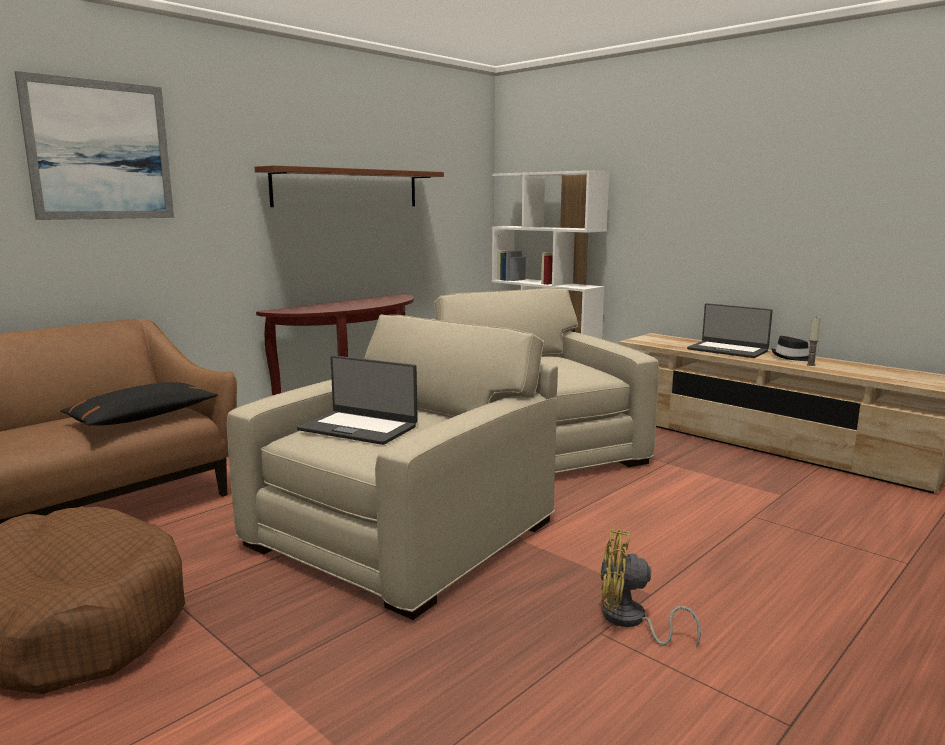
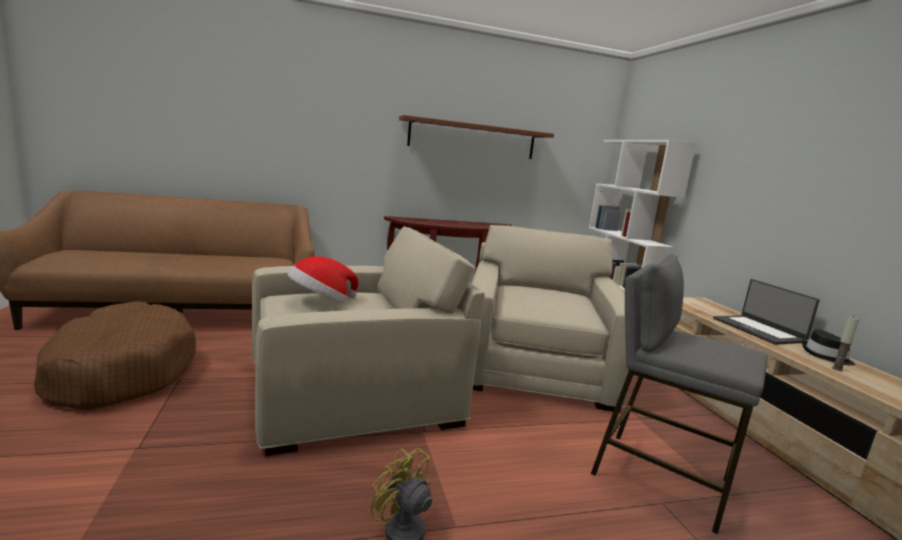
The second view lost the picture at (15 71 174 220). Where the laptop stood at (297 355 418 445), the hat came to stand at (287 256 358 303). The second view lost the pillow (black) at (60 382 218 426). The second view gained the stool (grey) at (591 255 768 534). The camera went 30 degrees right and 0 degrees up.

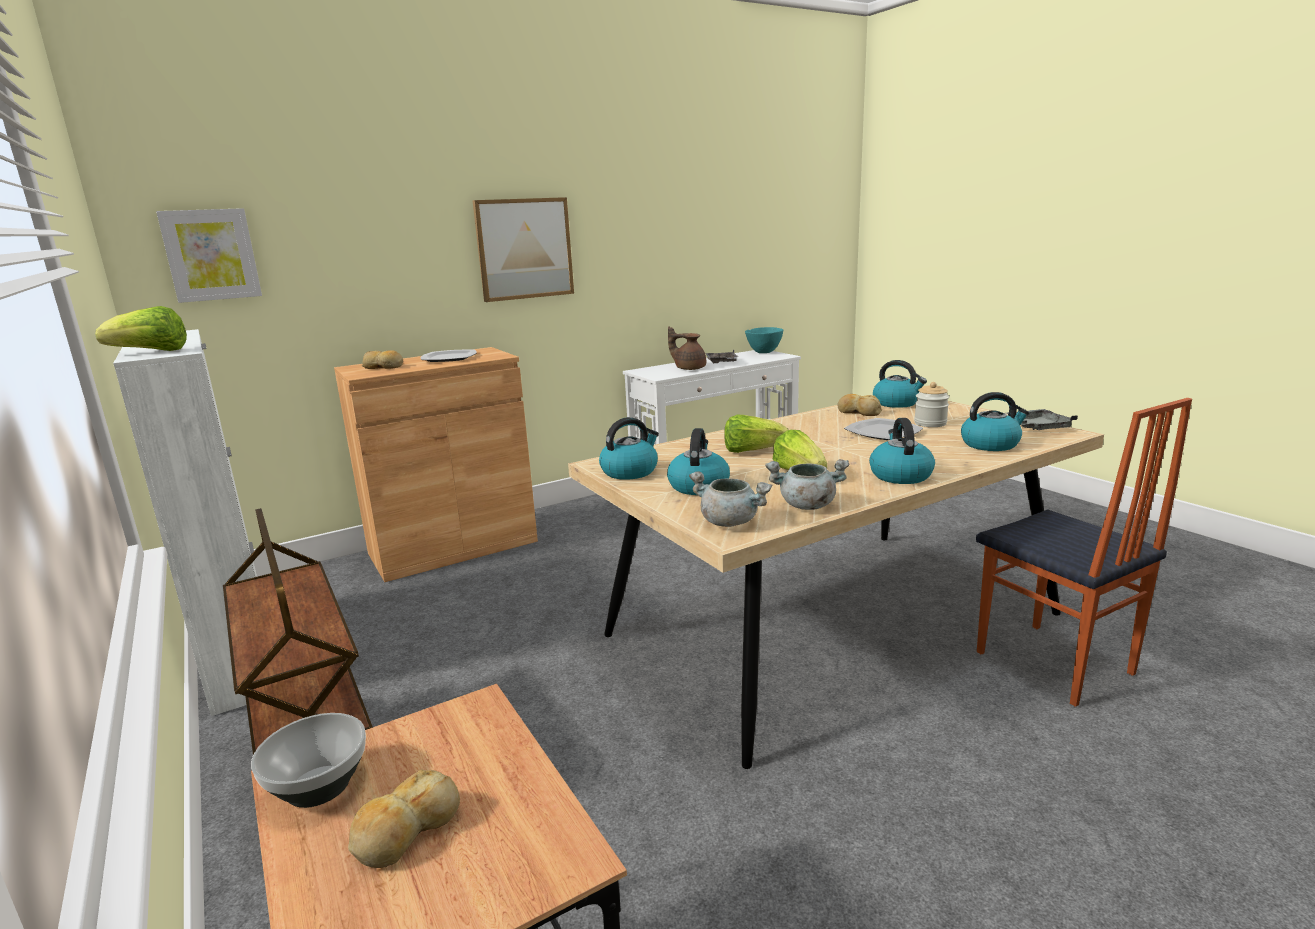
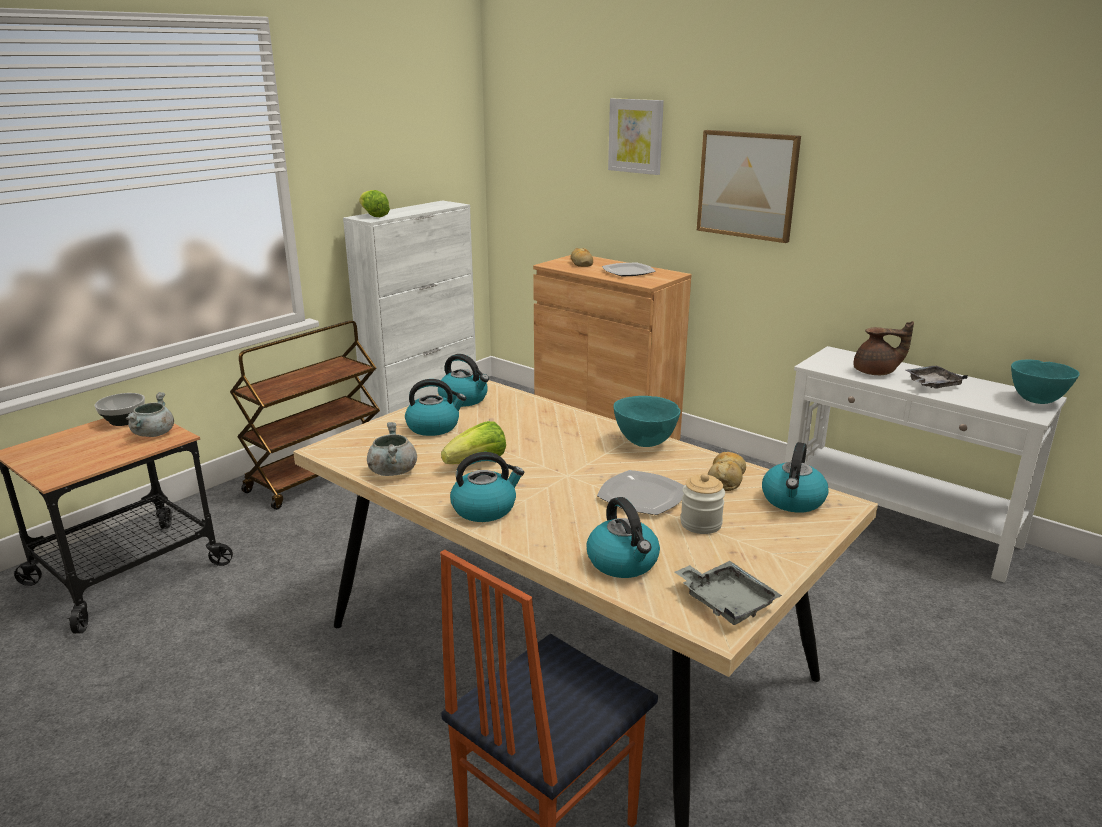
The picture ended up elsewhere, having gone from (156 208 262 303) to (608 98 664 175). The teapot (brown) at (668 326 706 370) ended up facing another way, 90 degrees clockwise from before. The second view lost the lettuce at (724 415 789 453). The cooking pot (grey) ended up elsewhere, having gone from (689 471 772 527) to (125 392 174 437). The second view lost the bread at (348 769 460 868). The second view gained the bowl (turquoise) at (613 396 681 447). The camera went 70 degrees right and 5 degrees up.

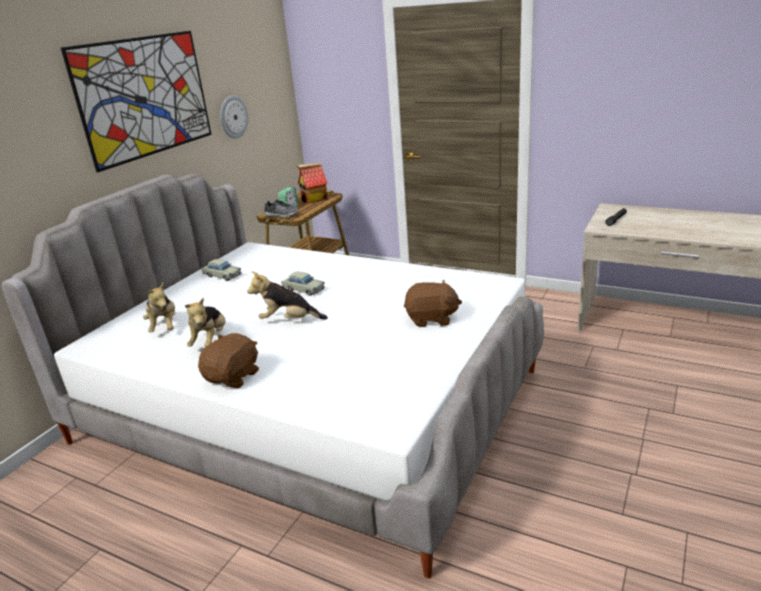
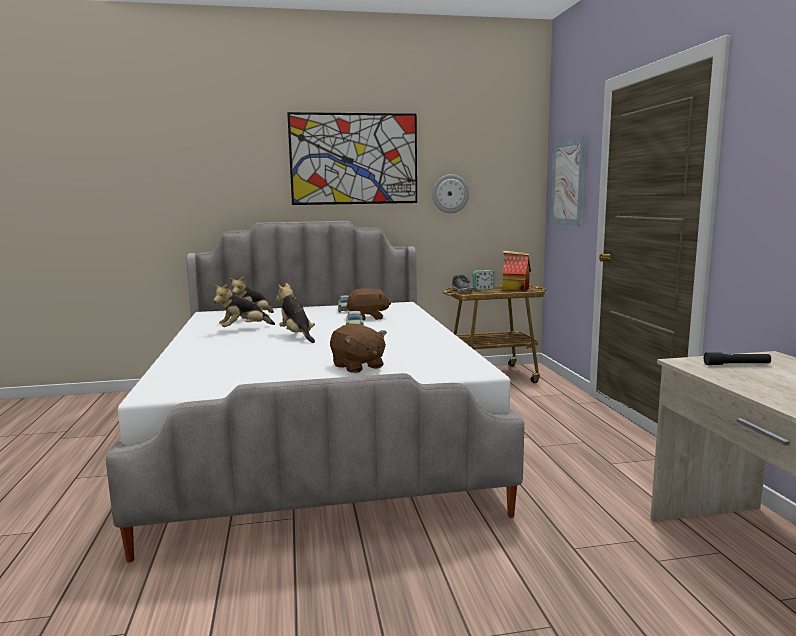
The plush toy (brown) ended up elsewhere, having gone from (198 333 259 388) to (346 288 391 320). The second view gained the picture at (551 137 586 226). The camera went 50 degrees right and 15 degrees down.

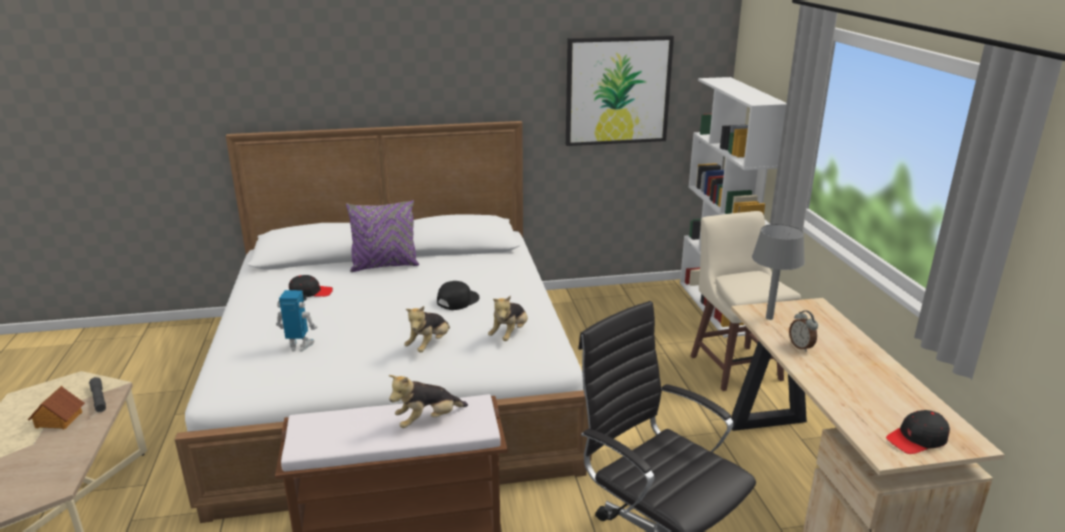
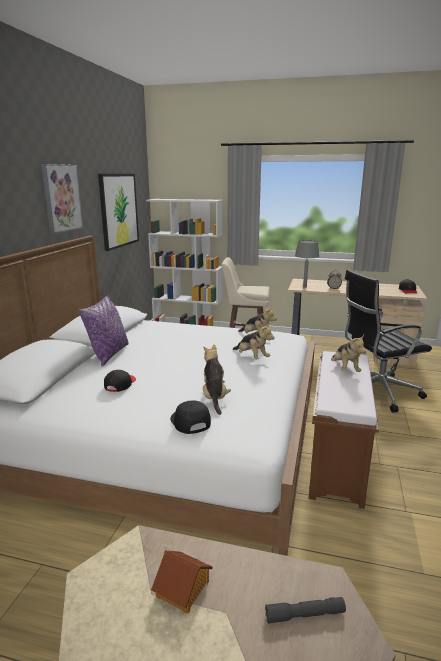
The cap (black) ended up elsewhere, having gone from (437 281 480 310) to (170 400 211 434). Where the toy robot stood at (276 290 318 352), the plush toy came to stand at (203 345 231 415). The flashlight (grey) ended up elsewhere, having gone from (89 377 106 412) to (265 597 346 624). The second view gained the picture at (41 164 83 234). The camera went 65 degrees left and 5 degrees down.

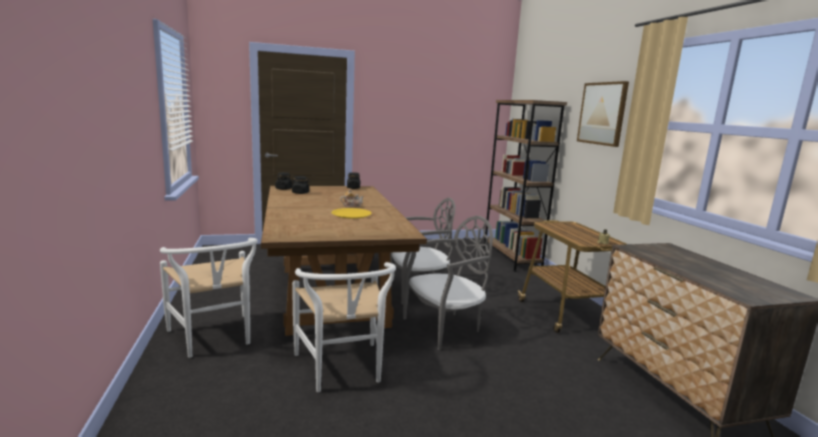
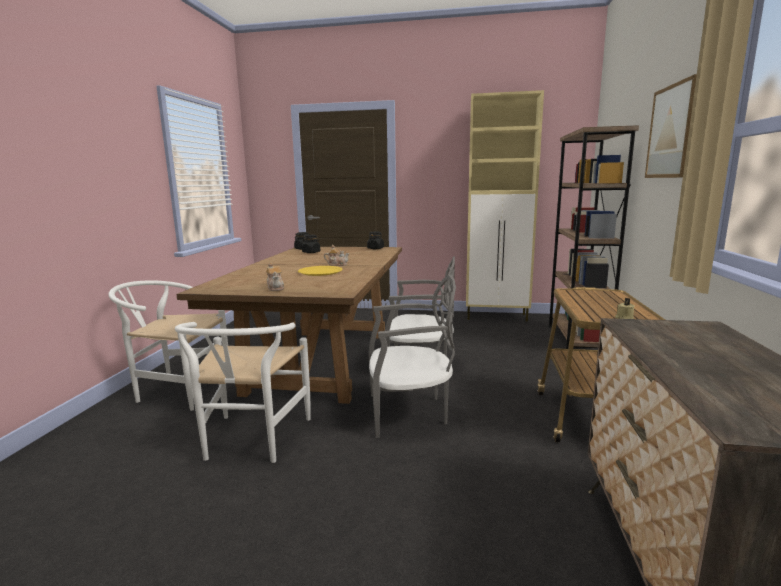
The chair (white) at (160 238 258 358) ended up facing another way, 105 degrees clockwise from before. The second view gained the cabinet (beige) at (466 90 544 322). The second view gained the teapot at (266 262 285 291). The camera went 25 degrees right and 0 degrees up.

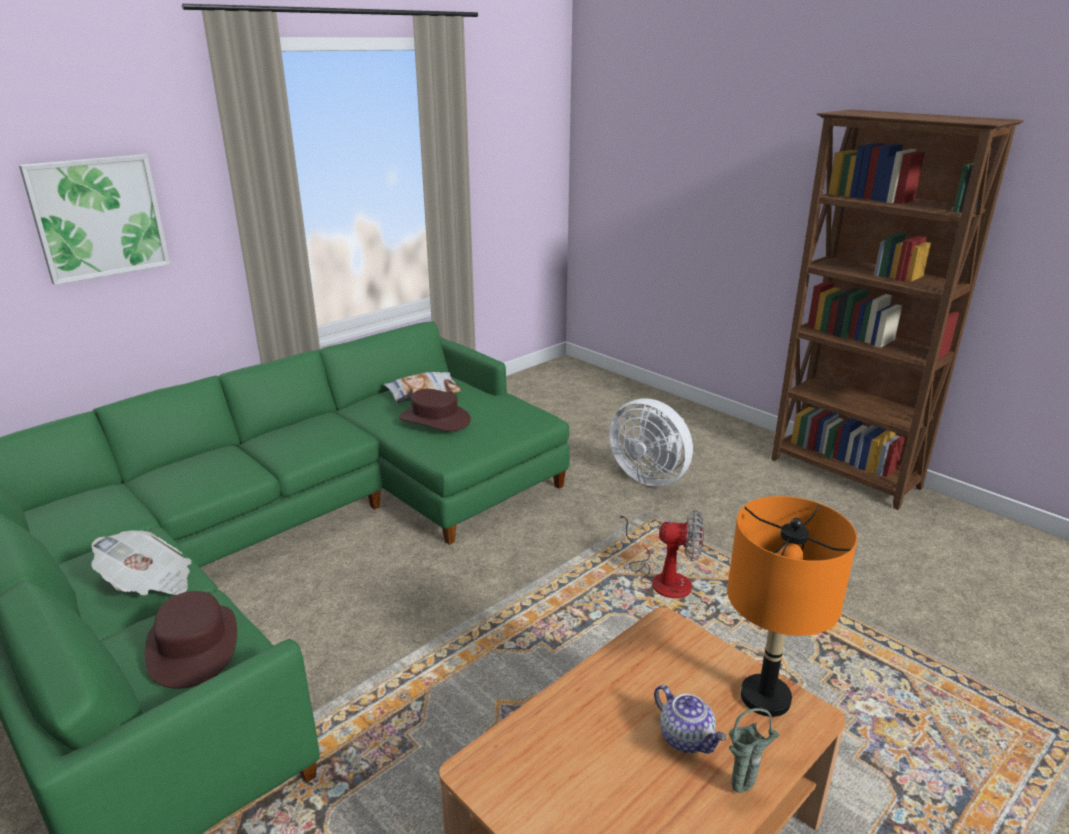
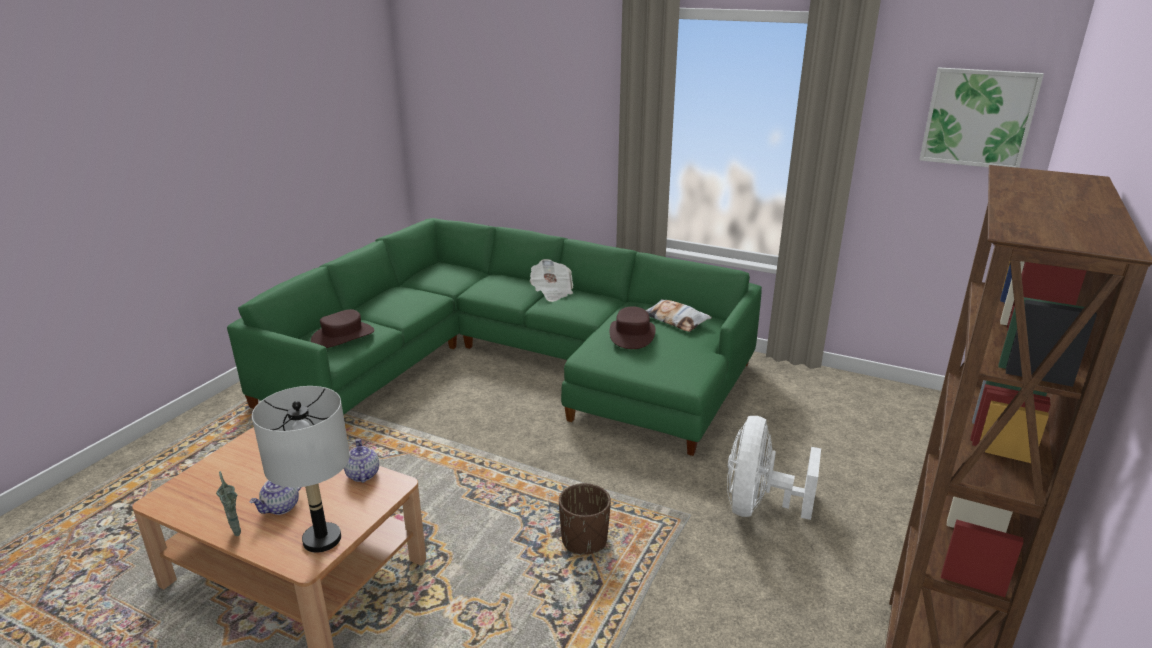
The picture ended up elsewhere, having gone from (19 154 170 285) to (919 67 1044 168). What was the table lamp (orange) at (727 496 857 717) turned into the table lamp (grey) at (252 386 350 553). Where the fan stood at (619 509 704 598), the planter (brown) came to stand at (559 483 611 555). The newspaper ended up elsewhere, having gone from (91 530 191 596) to (530 259 573 302). The second view gained the teapot at (344 439 379 483). The camera went 70 degrees right and 0 degrees up.

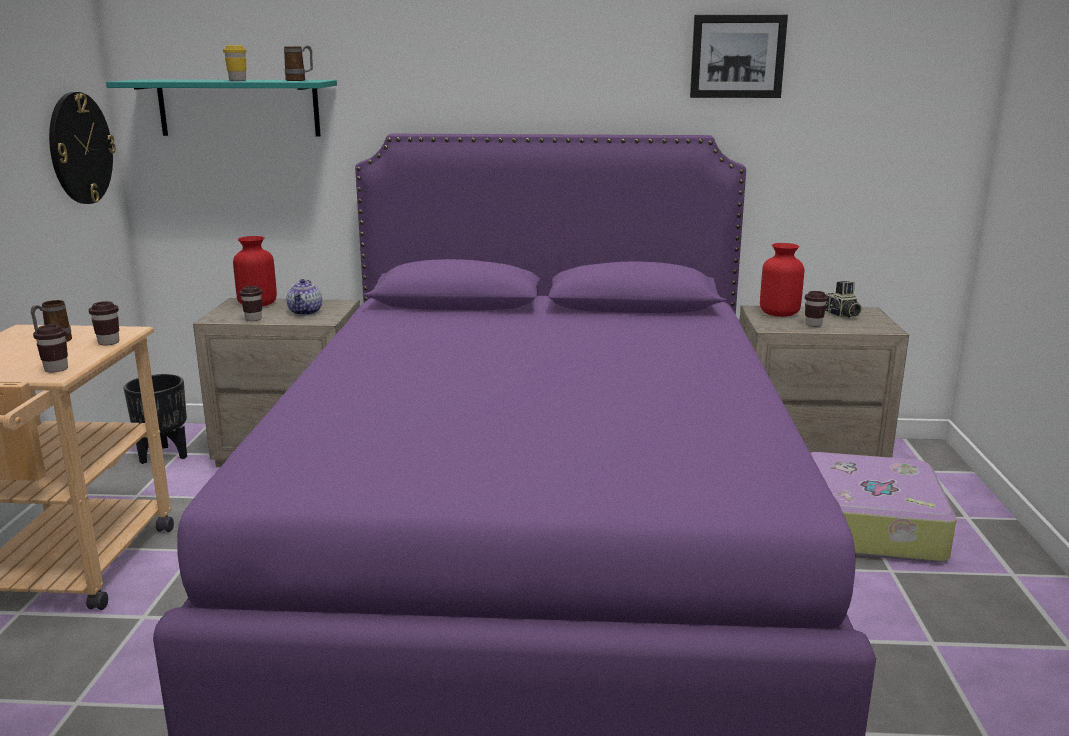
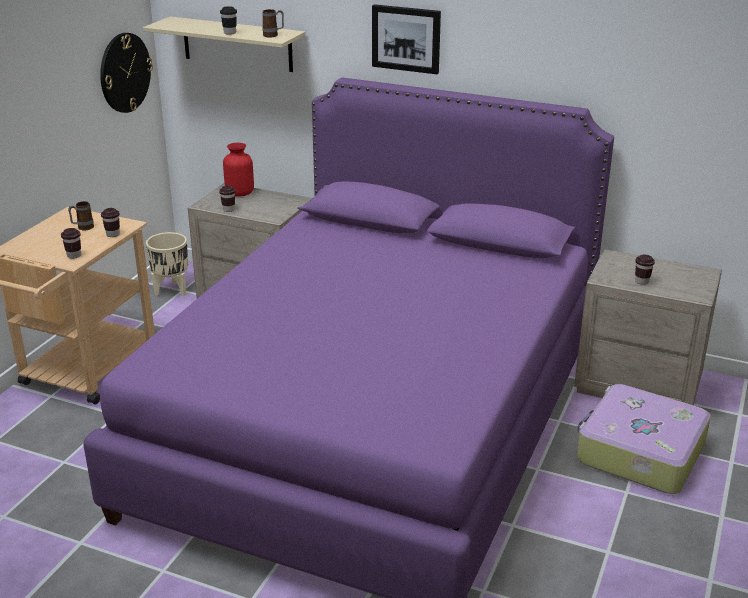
The picture ended up elsewhere, having gone from (690 15 788 98) to (372 4 441 74). What was the cup (yellow) at (223 45 247 81) turned into the cup (black) at (220 6 237 35). What was the shelf (turquoise) at (106 79 337 137) turned into the shelf (beige) at (143 16 306 72). The second view lost the vase (red) at (760 243 804 317). The second view lost the teapot at (286 279 322 316). The second view lost the photo camera at (825 281 862 318). What was the planter (black) at (124 374 187 464) turned into the planter (beige) at (146 232 188 296). The camera went 20 degrees right and 10 degrees up.

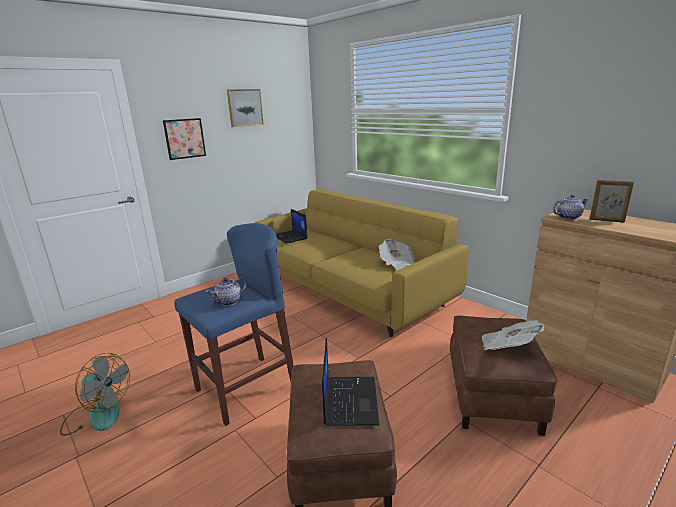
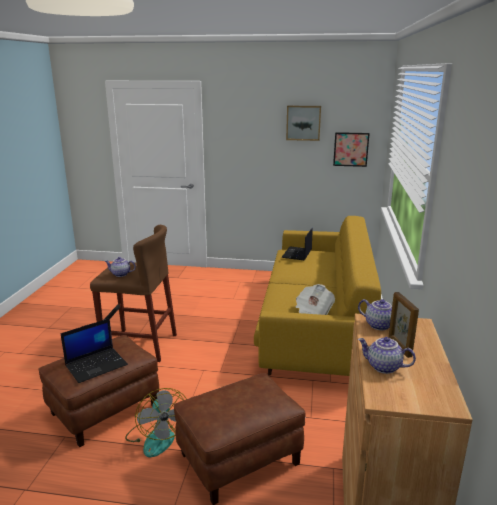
The picture ended up elsewhere, having gone from (163 118 206 160) to (333 132 370 167). What was the stool (blue) at (174 223 294 426) turned into the stool (brown) at (90 225 177 362). The second view lost the newspaper at (482 320 545 350). The fan ended up elsewhere, having gone from (60 353 130 436) to (125 388 187 458). The second view gained the teapot at (358 337 416 374). The camera went 50 degrees right and 0 degrees up.

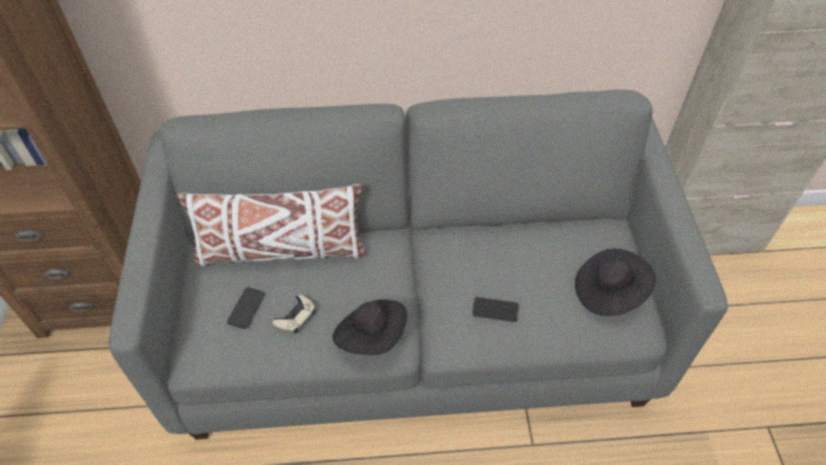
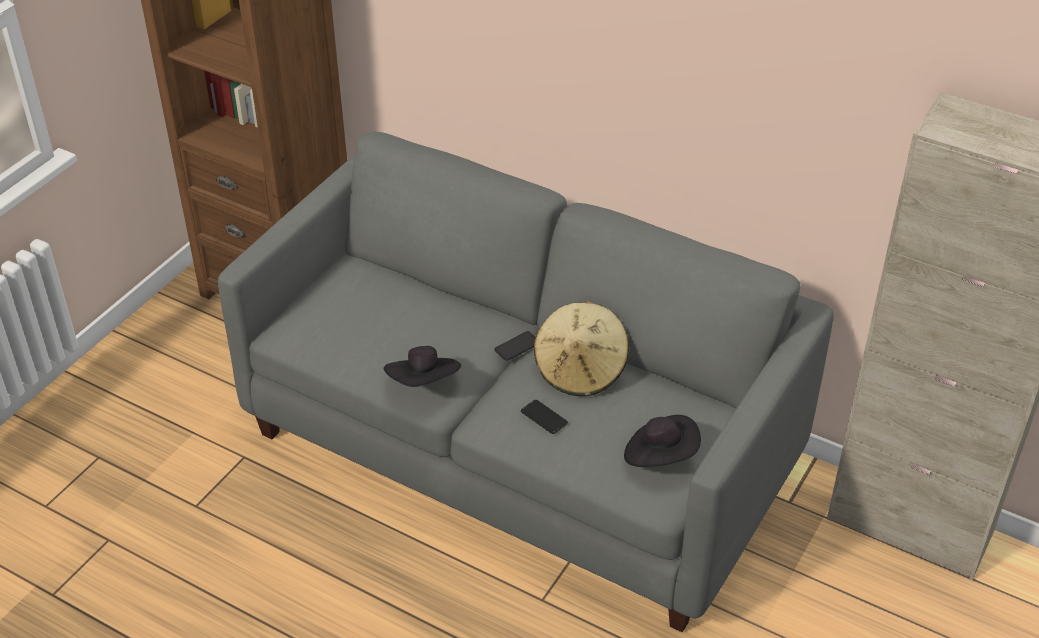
The second view lost the pillow (white) at (177 184 367 266). The phone ended up elsewhere, having gone from (227 287 265 329) to (494 331 536 361). The second view lost the game controller (beige) at (273 295 315 334). The second view gained the hat (beige) at (534 301 628 396). The camera went 35 degrees right and 10 degrees down.

